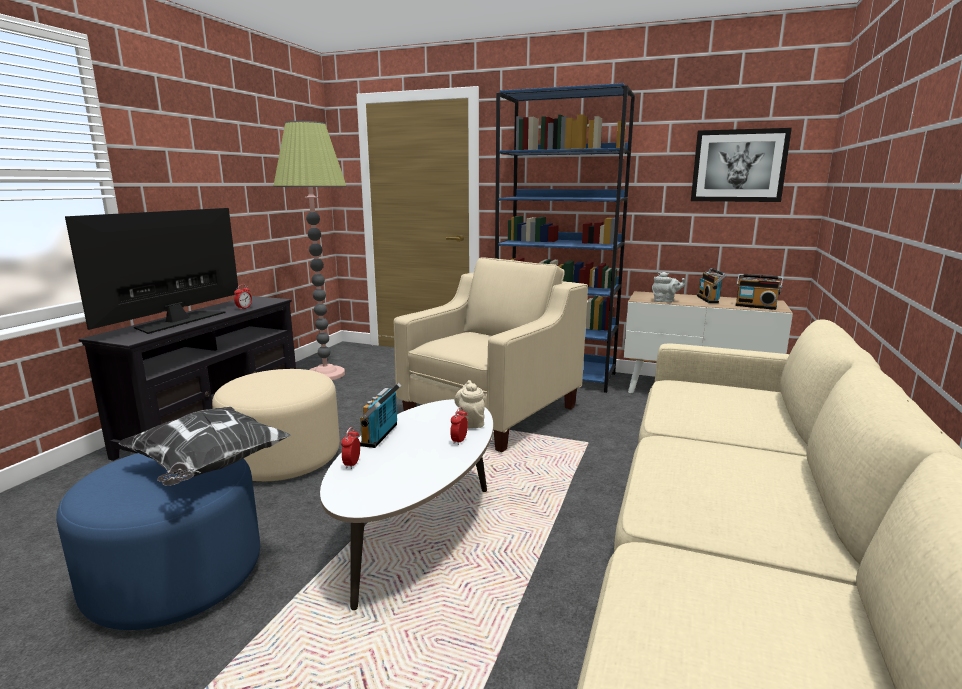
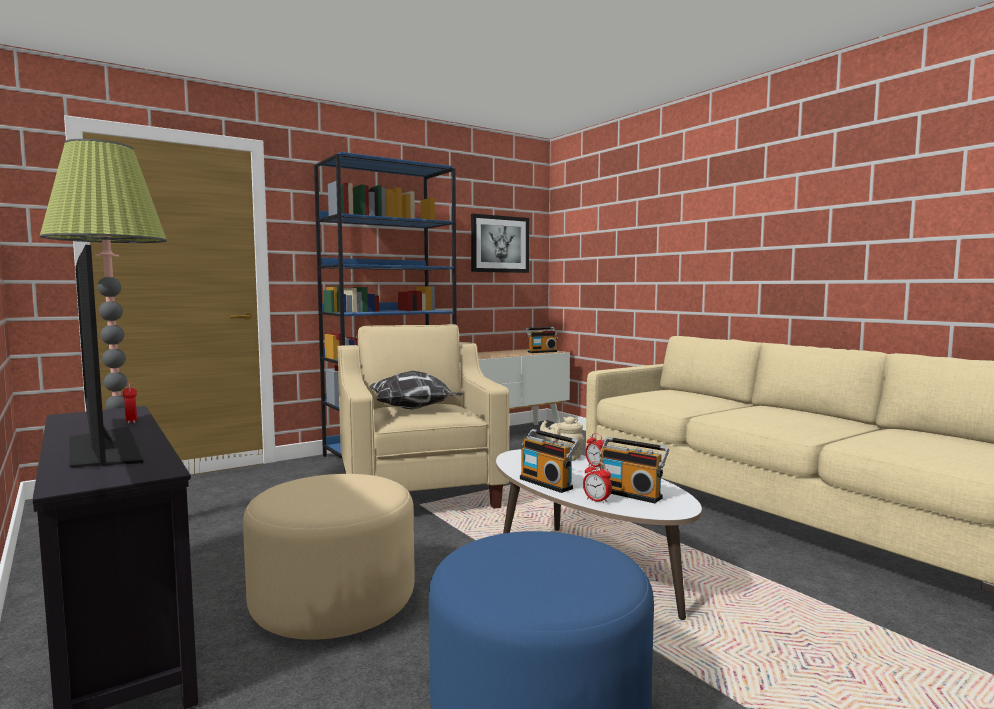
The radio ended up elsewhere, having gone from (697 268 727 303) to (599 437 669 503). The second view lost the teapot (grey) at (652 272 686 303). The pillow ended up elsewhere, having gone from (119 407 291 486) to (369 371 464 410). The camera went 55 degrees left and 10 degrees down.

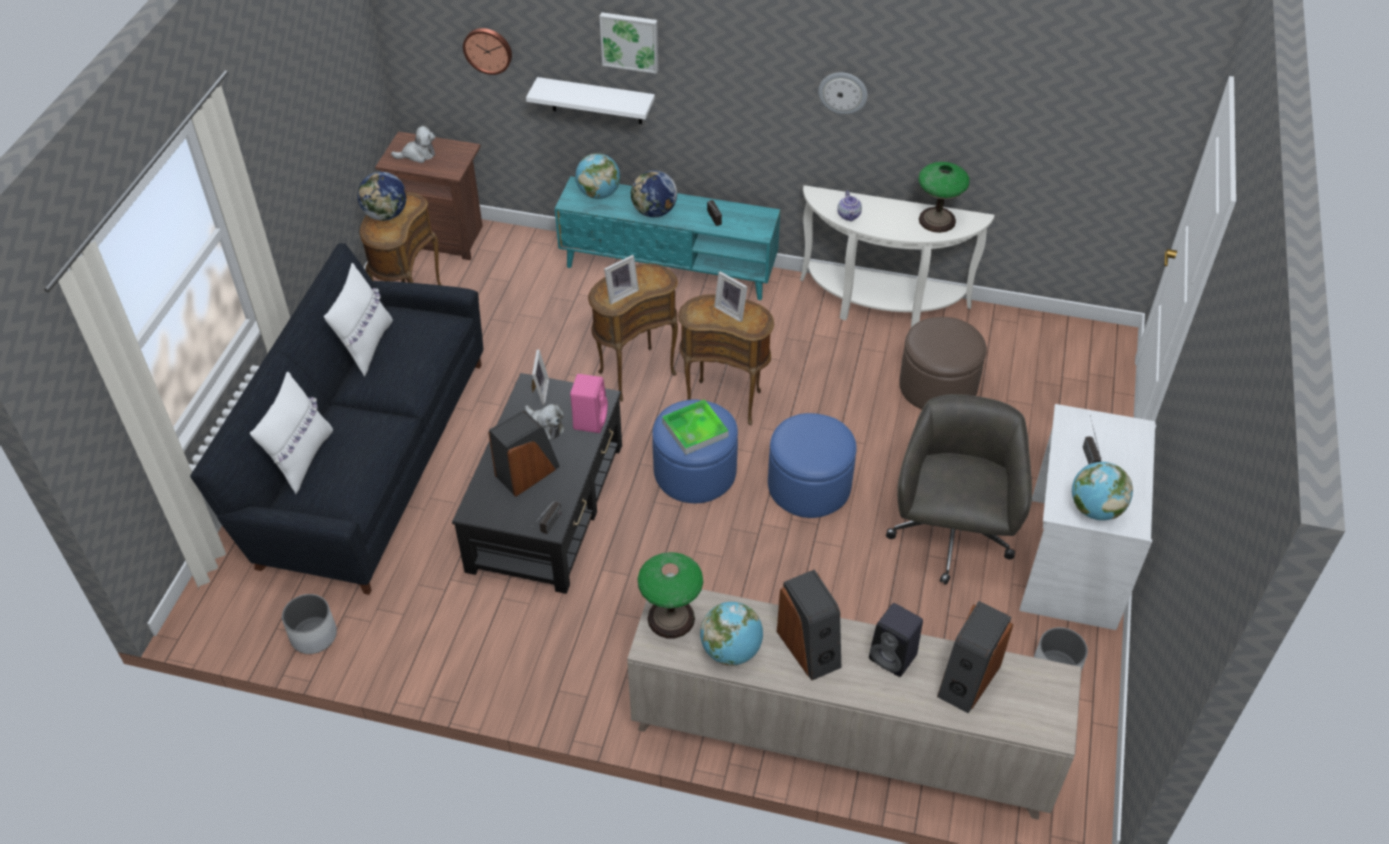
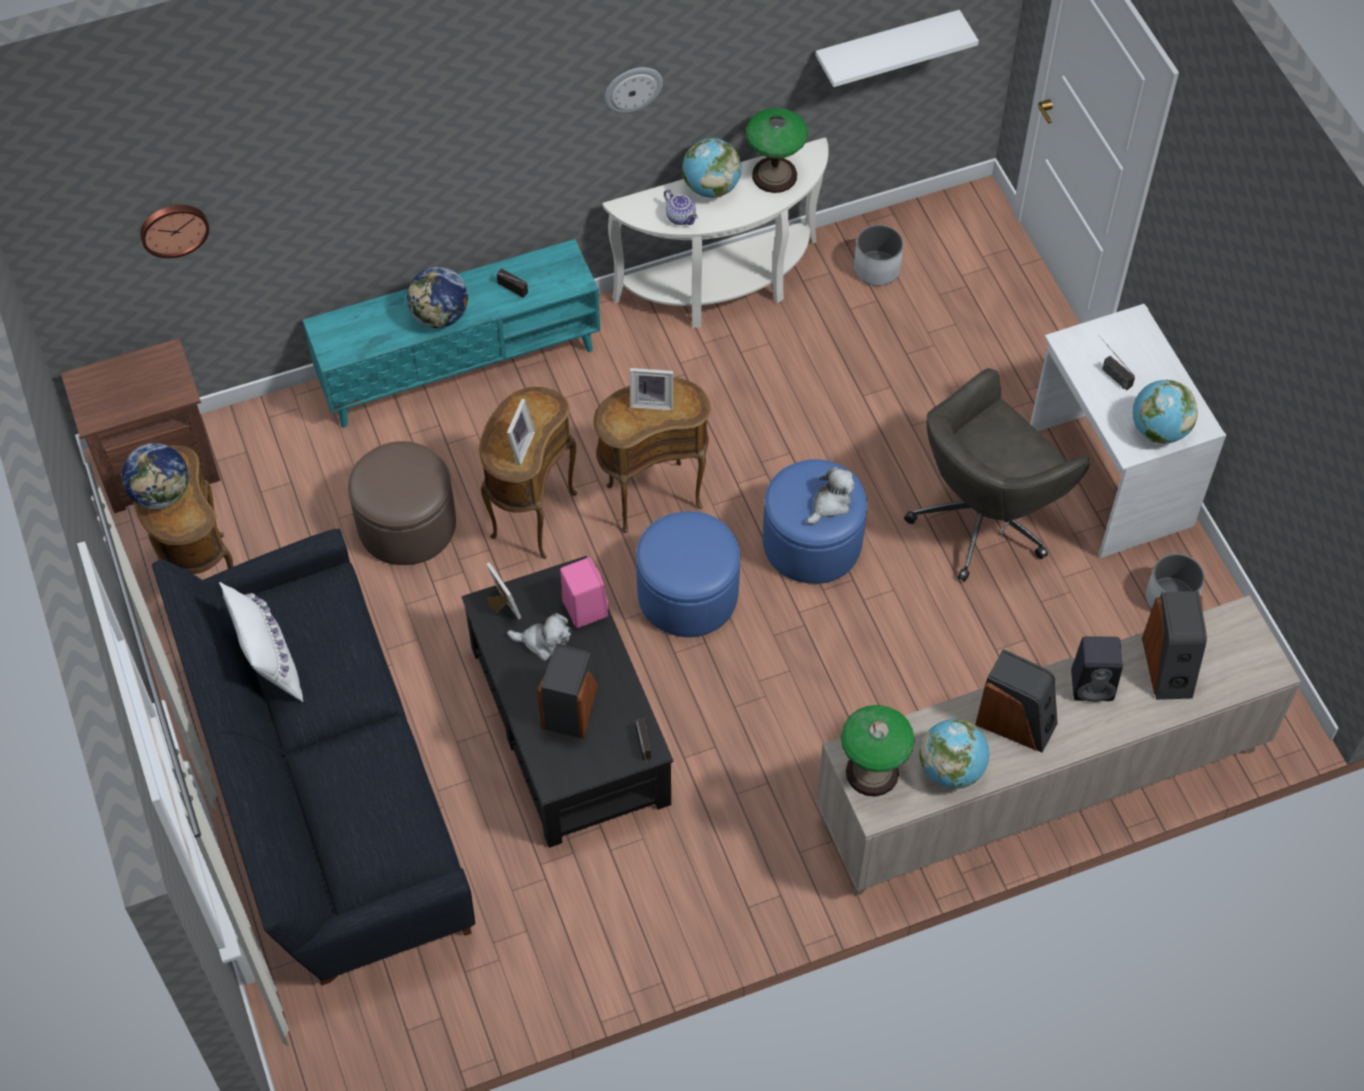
The second view lost the picture at (599 12 659 74). The shelf (white) ended up elsewhere, having gone from (526 77 655 124) to (816 10 979 87). The plush toy ended up elsewhere, having gone from (391 126 435 163) to (807 467 855 524). The globe ended up elsewhere, having gone from (575 153 620 199) to (682 138 742 198). The ottoman (brown) ended up elsewhere, having gone from (899 317 987 410) to (348 441 456 565). The second view lost the pillow (white) at (250 371 333 494). The office chair (grey) at (886 394 1032 585) ended up facing another way, 105 degrees counterclockwise from before. The second view lost the tray at (662 399 728 455). The planter (white) ended up elsewhere, having gone from (282 594 337 654) to (854 225 904 286). The camera went 35 degrees left and 10 degrees up.

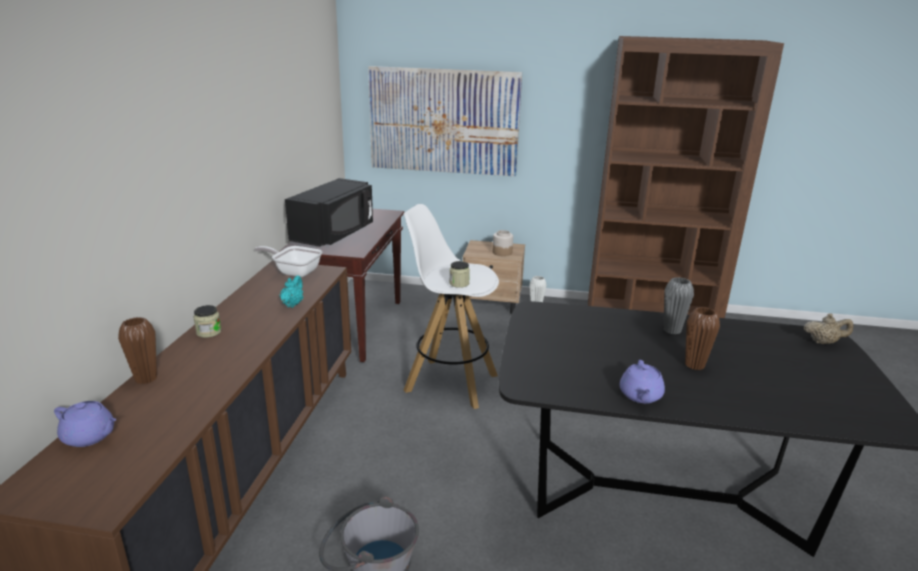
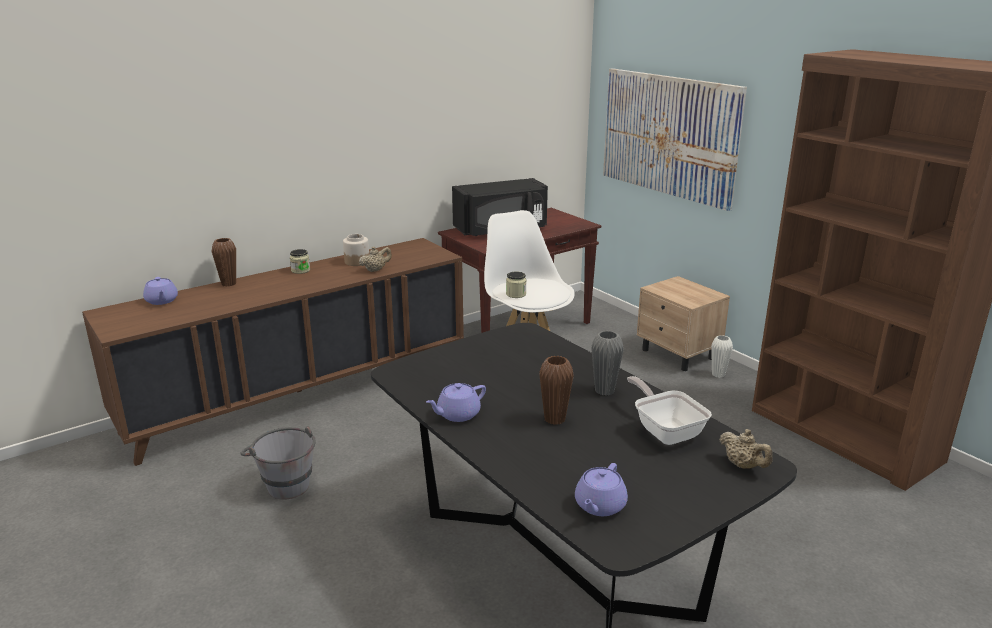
The jar ended up elsewhere, having gone from (493 230 513 256) to (343 234 369 266). The frying pan ended up elsewhere, having gone from (255 246 322 277) to (627 376 712 445). What was the teapot (turquoise) at (280 275 303 308) turned into the teapot (beige) at (359 246 392 272). The second view gained the teapot (purple) at (575 463 628 516). The camera went 45 degrees right and 0 degrees up.

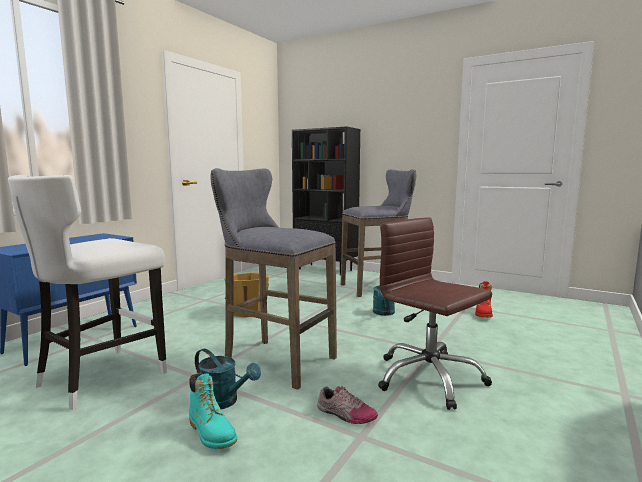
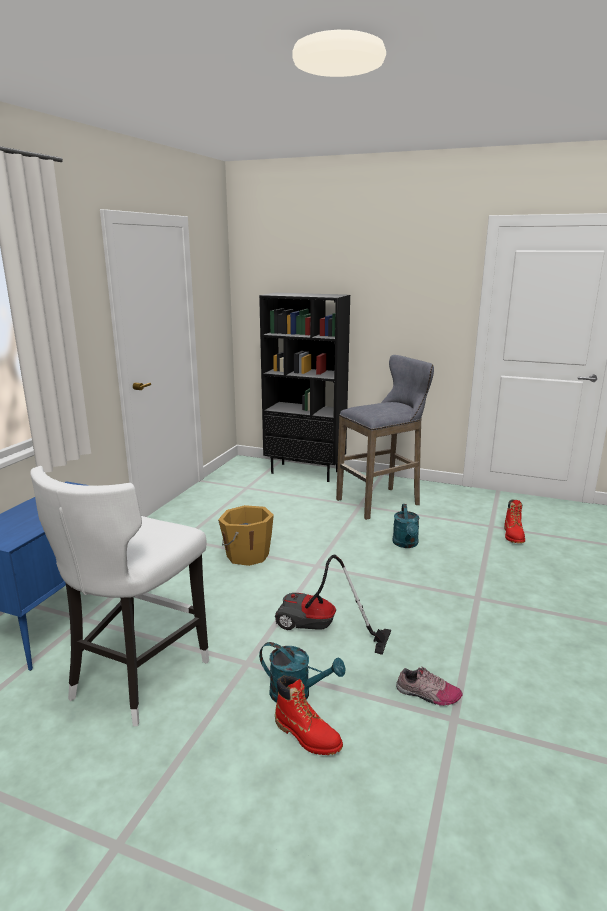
Where the stool (grey) stood at (210 168 337 389), the vacuum cleaner came to stand at (275 555 391 655). The second view lost the office chair (brown) at (378 217 492 410). What was the boot (turquoise) at (189 373 237 449) turned into the boot (red) at (275 675 343 755). The camera went 10 degrees left and 10 degrees up.

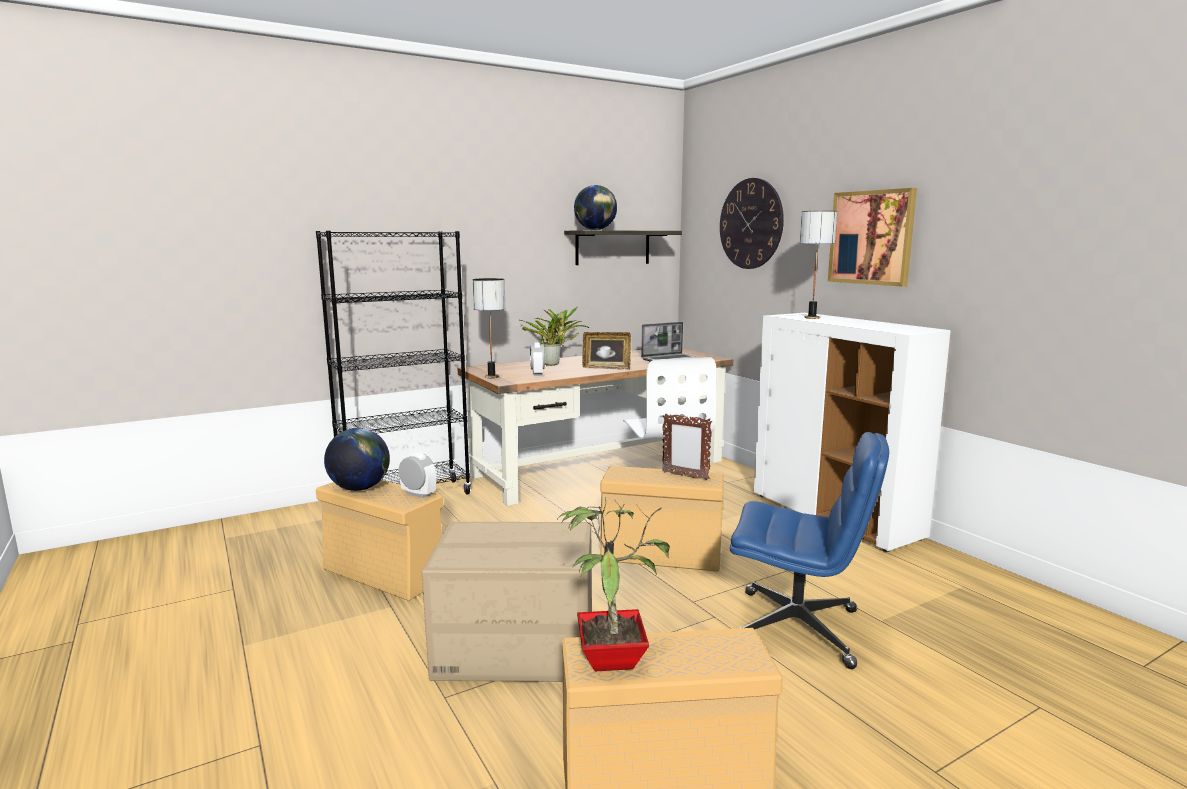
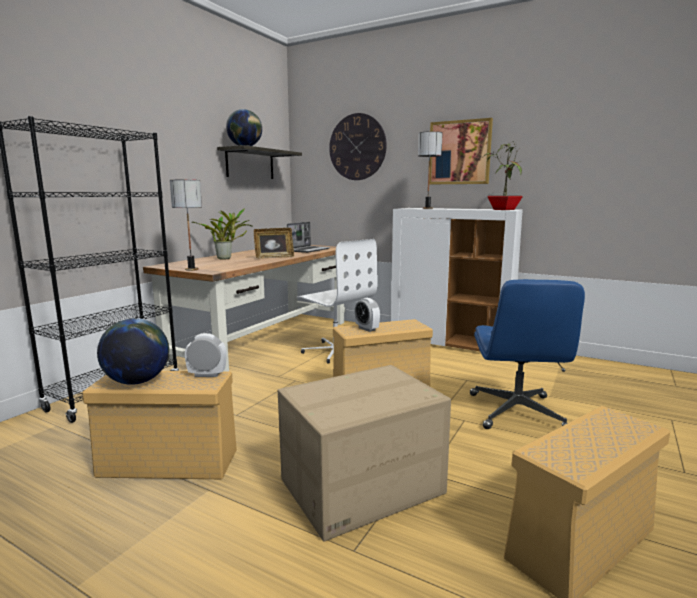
The alarm clock ended up elsewhere, having gone from (530 342 545 376) to (355 298 380 332). The second view lost the picture frame at (663 413 712 481). The office chair (blue) at (730 432 889 669) ended up facing another way, 105 degrees clockwise from before. The potted plant ended up elsewhere, having gone from (557 497 670 671) to (483 141 523 210). The camera went 30 degrees left and 0 degrees up.

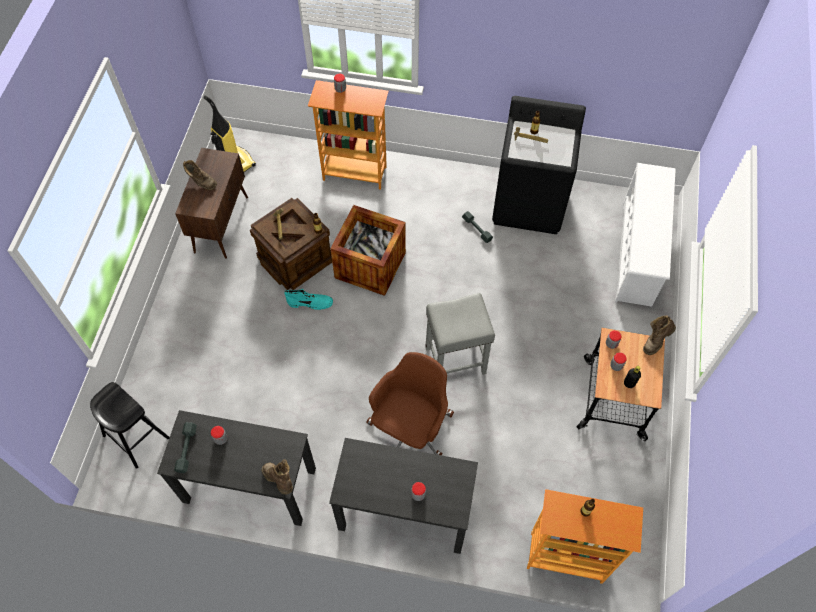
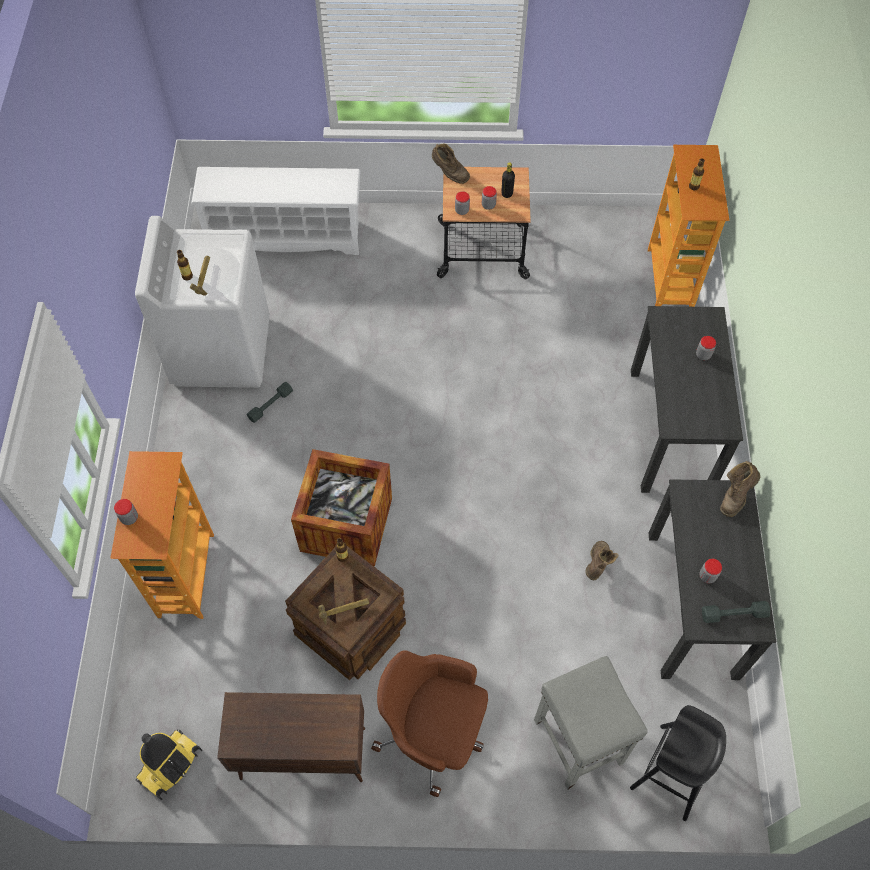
What was the washing machine (black) at (492 96 586 234) turned into the washing machine (white) at (135 216 270 388). The boot (brown) ended up elsewhere, having gone from (183 160 217 190) to (585 541 619 580). The second view lost the boot (turquoise) at (284 289 333 310). The stool (grey) ended up elsewhere, having gone from (425 293 495 375) to (534 656 647 790). The office chair (brown) ended up elsewhere, having gone from (366 352 454 455) to (371 650 488 797). The camera went 100 degrees left and 0 degrees up.

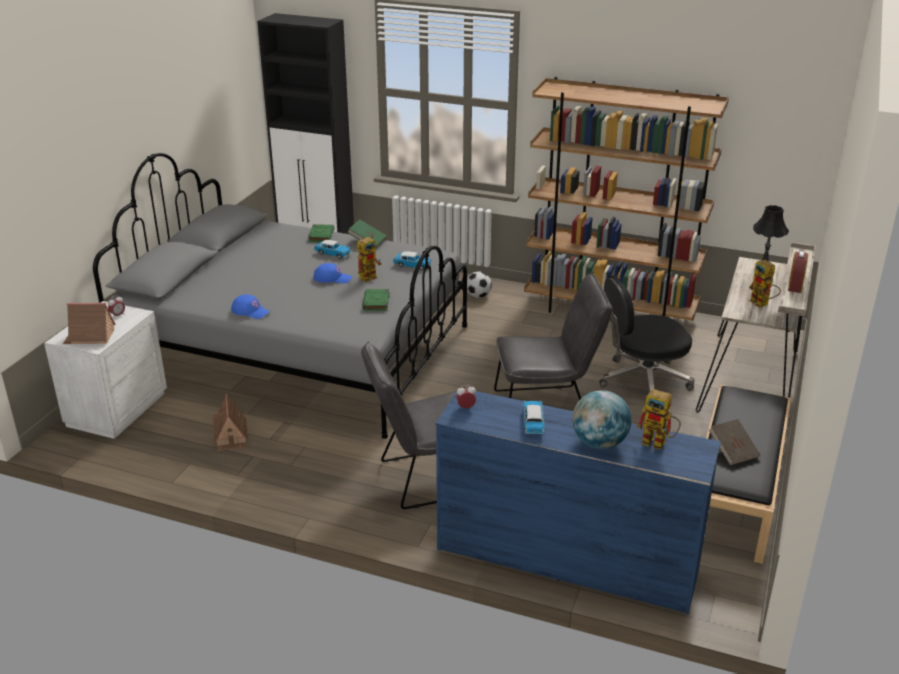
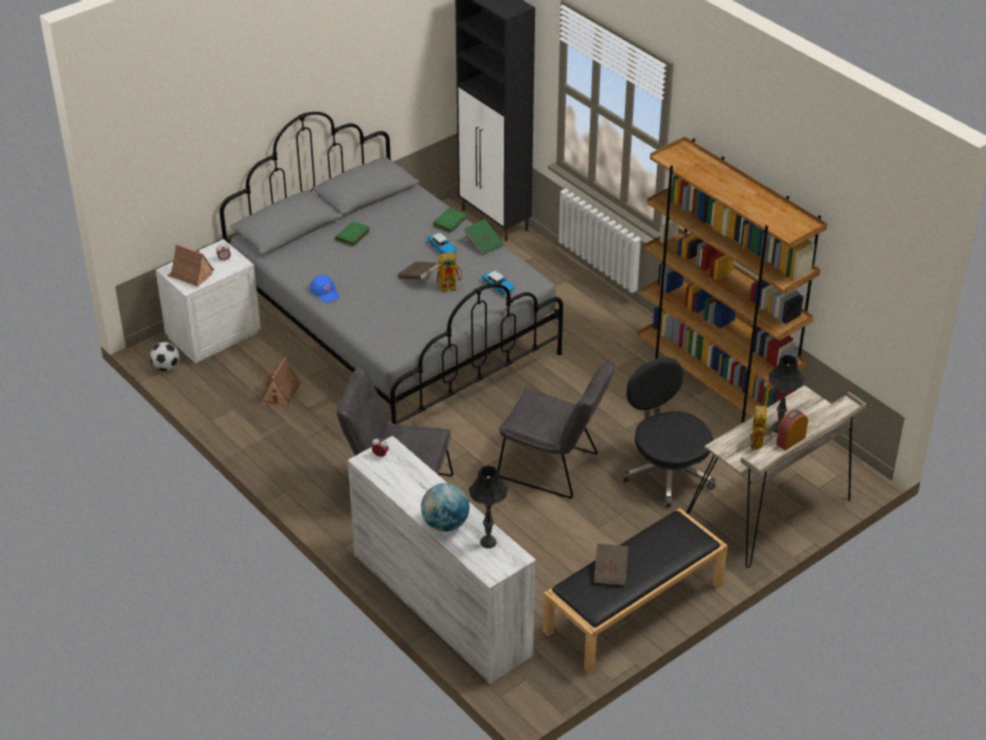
Where the cap (blue) stood at (313 263 352 284), the book (brown) came to stand at (398 261 439 280). The football ended up elsewhere, having gone from (467 272 492 298) to (150 342 179 371). The office chair (black) at (599 275 695 392) ended up facing another way, 45 degrees clockwise from before. The book (green) ended up elsewhere, having gone from (362 289 389 311) to (335 221 370 247). Where the toy robot stood at (636 389 681 450), the table lamp (black) came to stand at (469 465 508 548). What was the dresser (blue) at (436 391 721 615) turned into the dresser (white) at (348 436 536 684). The second view lost the toy car at (523 401 544 434). The camera went 30 degrees right and 10 degrees up.

